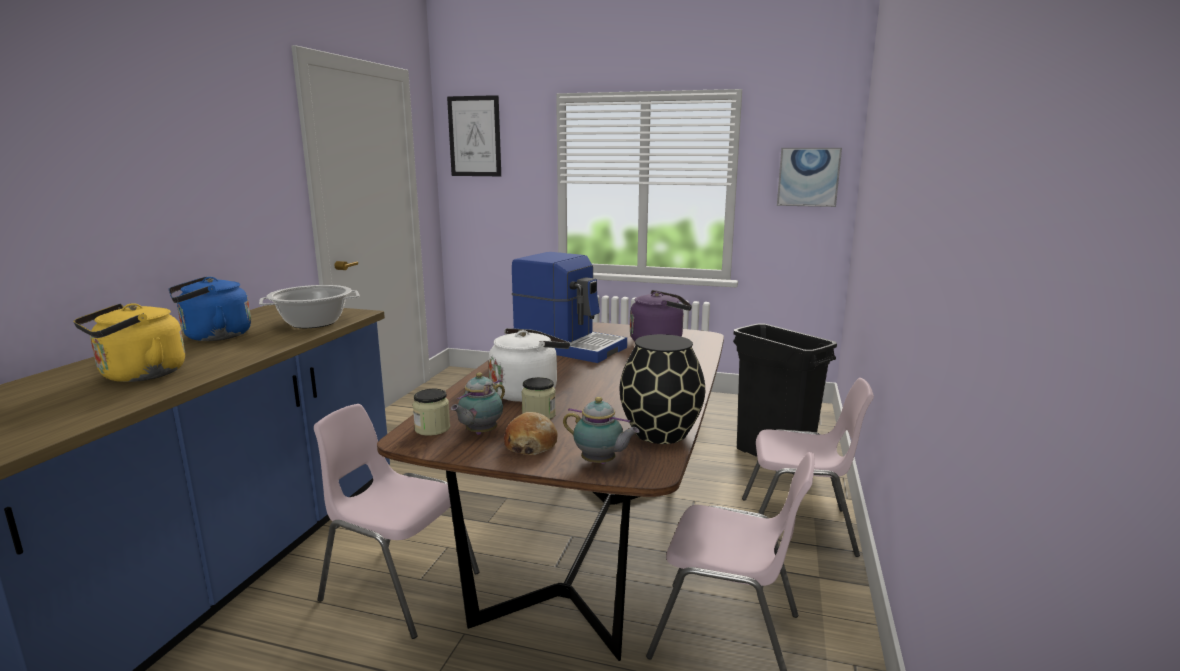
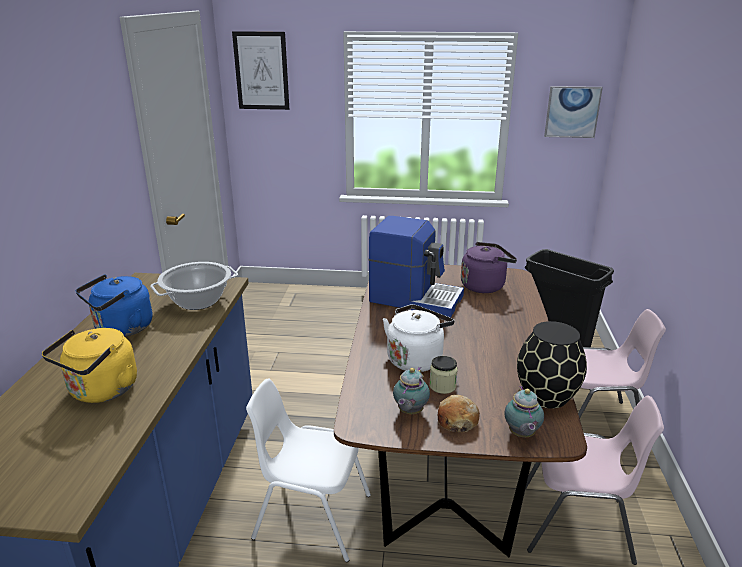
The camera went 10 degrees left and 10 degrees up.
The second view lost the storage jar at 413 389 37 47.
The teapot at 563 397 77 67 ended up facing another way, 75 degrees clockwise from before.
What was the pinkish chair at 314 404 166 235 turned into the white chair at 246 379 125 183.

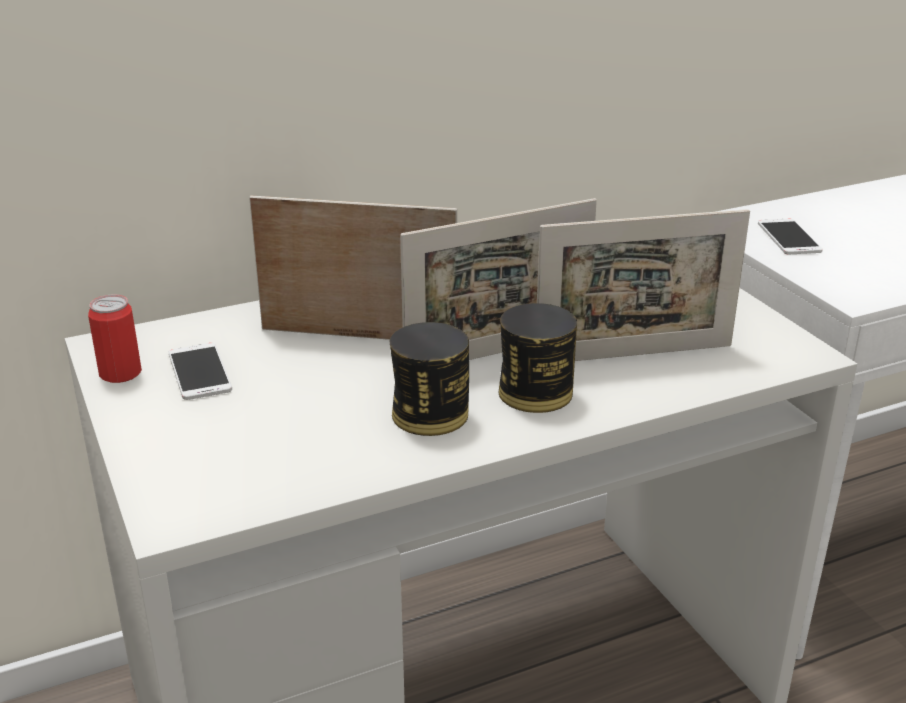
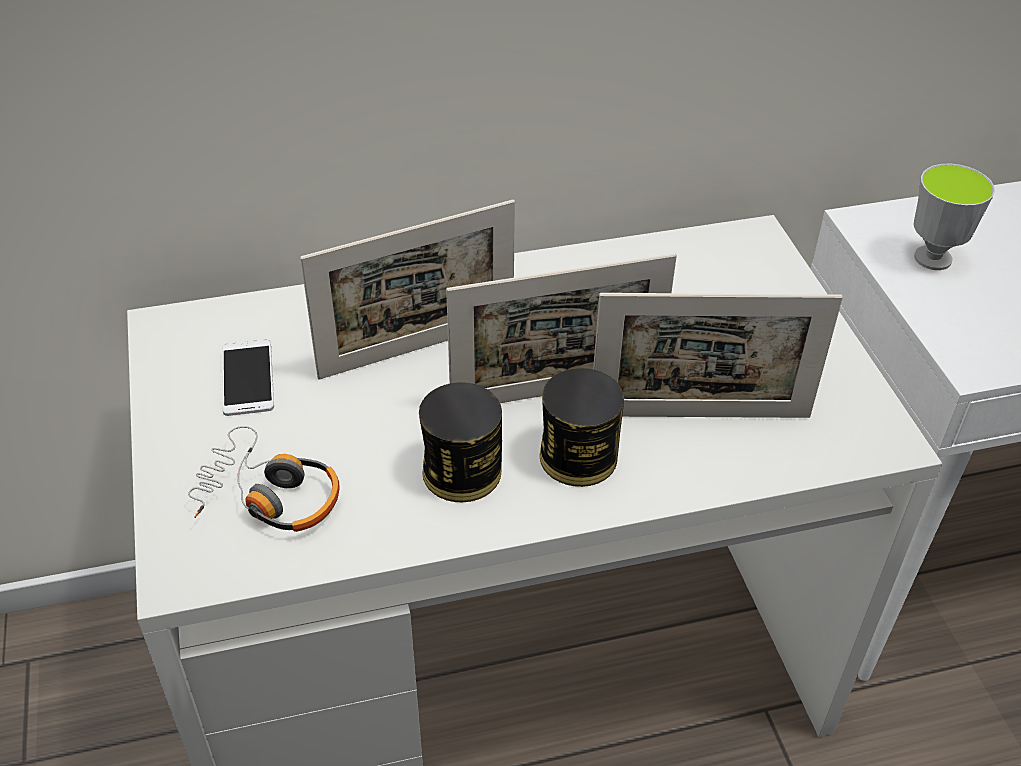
The camera went 10 degrees right and 15 degrees up.
The photo frame at 249 196 208 144 ended up facing another way, 135 degrees clockwise from before.
Where the handset stood at 758 219 65 35, the small cup came to stand at 914 164 81 106.
The second view lost the metal can at 88 295 54 88.
The second view gained the headset at 188 426 151 106.

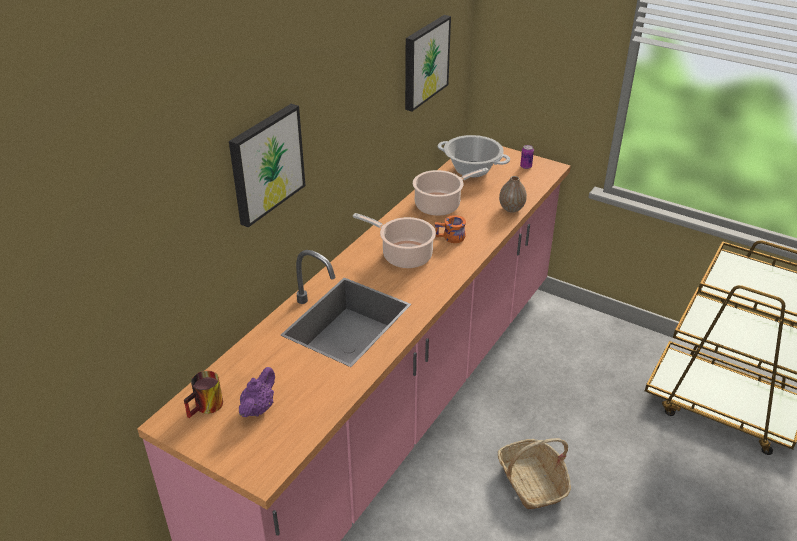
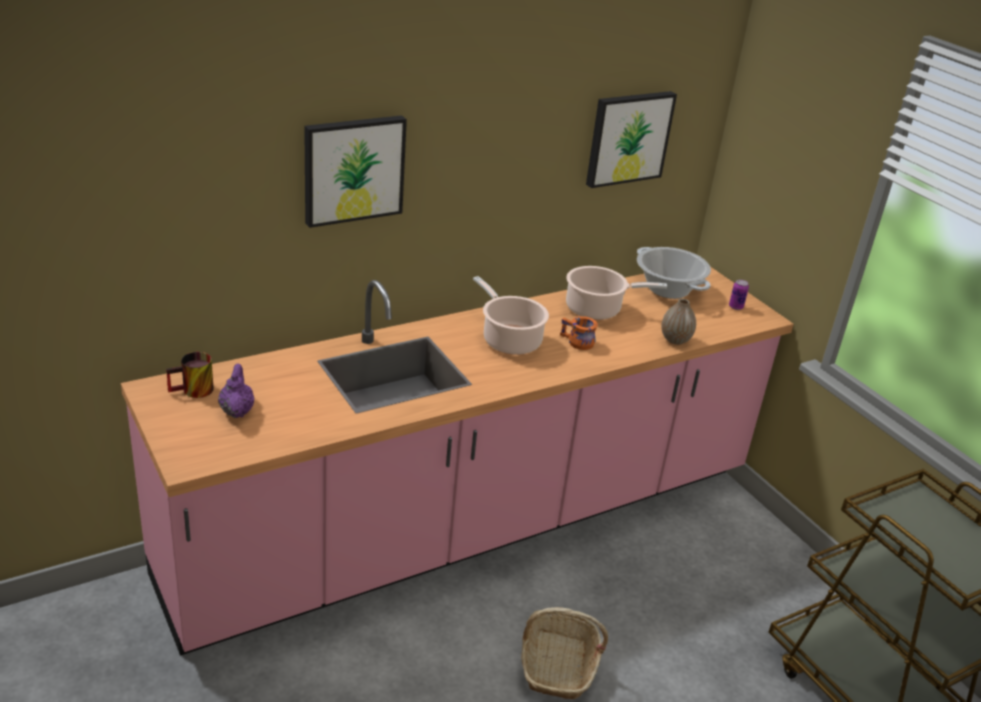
The camera went 25 degrees right and 5 degrees down.
The purple teapot at 239 367 36 50 ended up facing another way, 60 degrees counterclockwise from before.

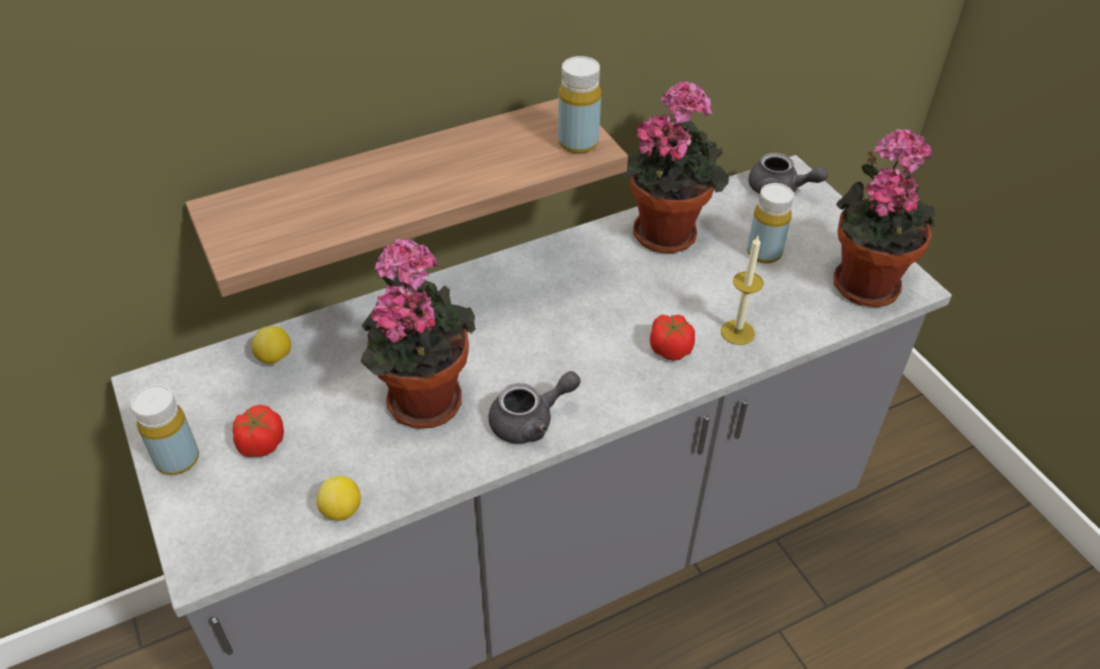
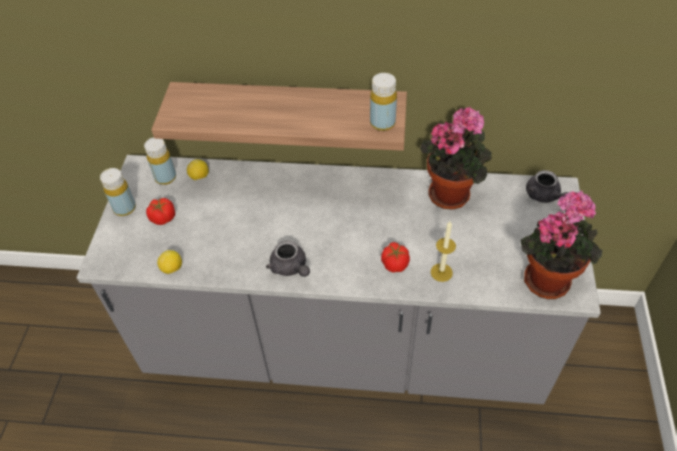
The camera went 35 degrees right and 5 degrees up.
The yellowish beverage bottle ended up elsewhere, having gone from 747 183 47 81 to 144 137 32 48.
The second view lost the plant in a pot at 360 238 115 191.
The grey teapot at 488 371 93 73 ended up facing another way, 45 degrees clockwise from before.

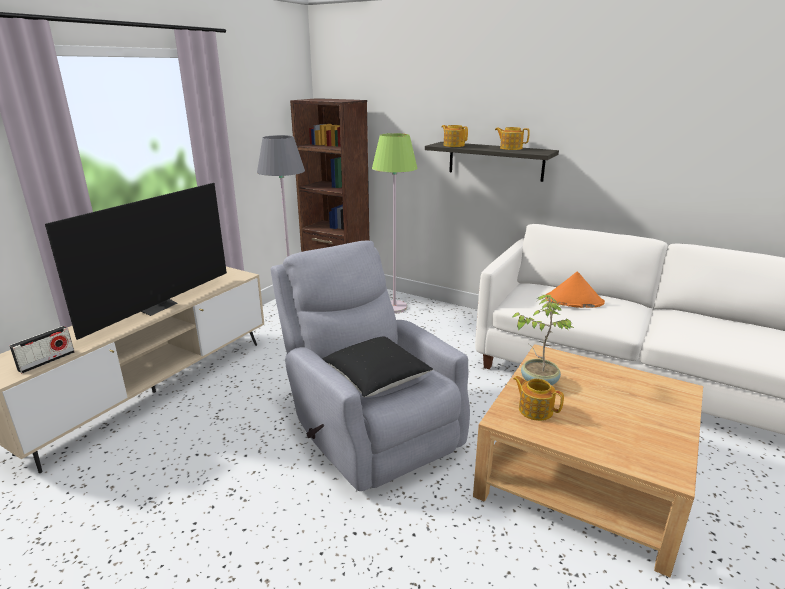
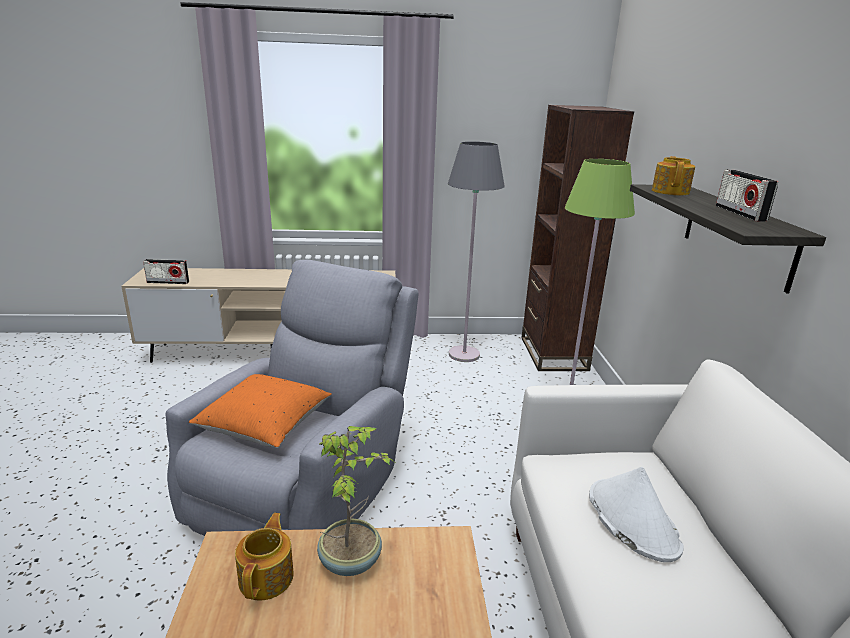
The camera went 55 degrees right and 0 degrees up.
Where the teapot stood at 495 127 35 23, the radio came to stand at 716 170 62 52.
The second view lost the TV at 45 183 182 157.
What was the orange hat at 546 272 59 36 turned into the white hat at 589 467 94 95.
What was the blackish cushion at 322 337 111 60 turned into the orange cushion at 189 374 143 74.

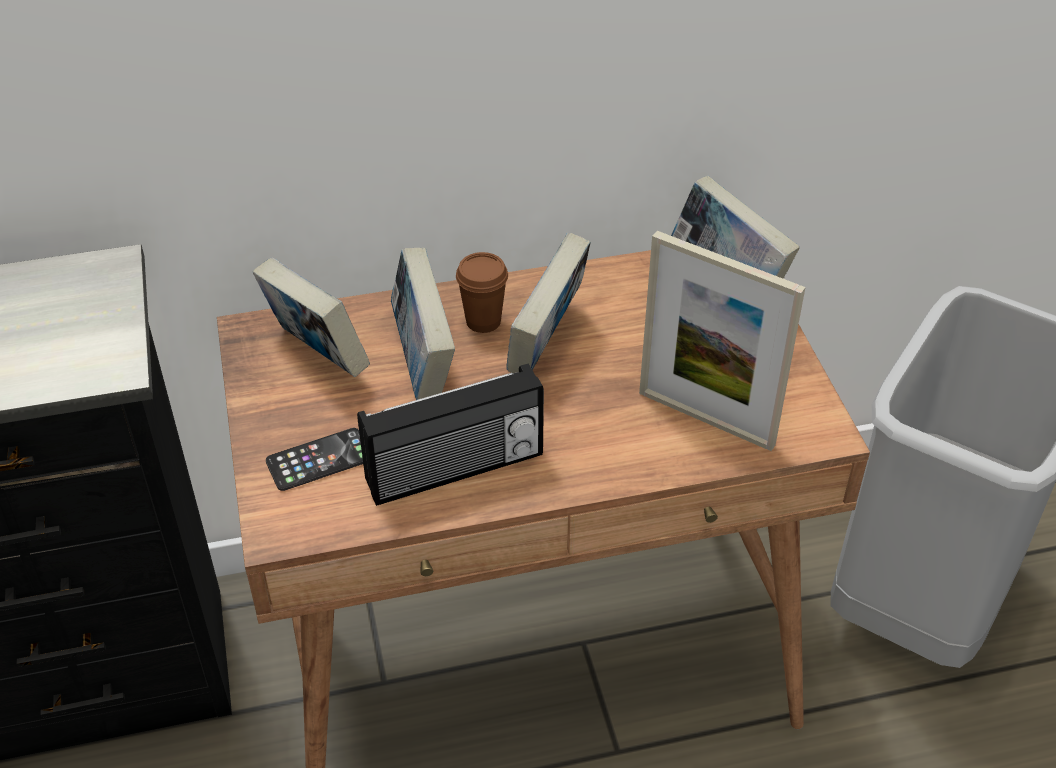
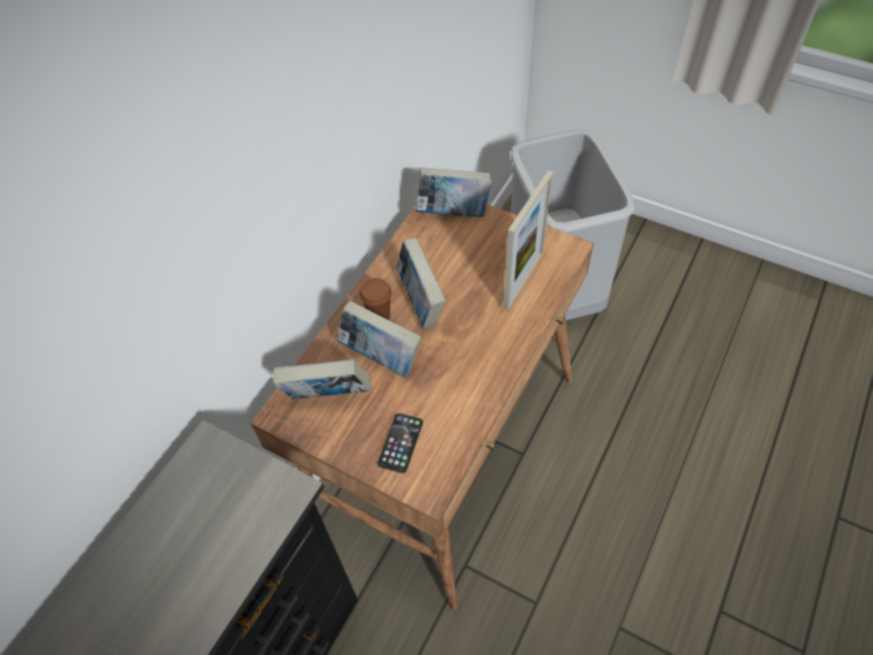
The camera went 45 degrees left and 10 degrees up.
The photo frame at 639 231 167 220 ended up facing another way, 45 degrees counterclockwise from before.
The second view lost the radio at 357 364 187 142.

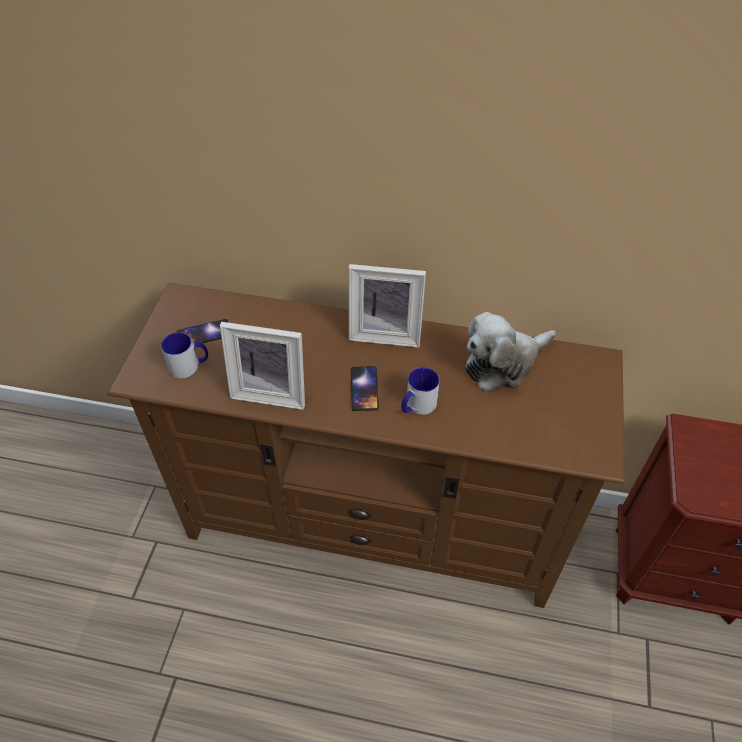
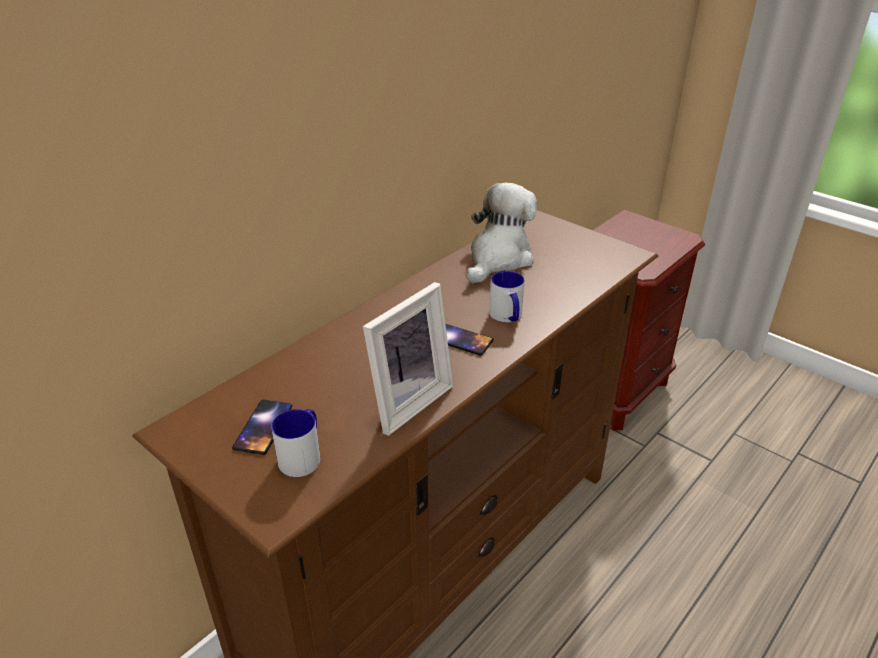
The camera went 60 degrees left and 15 degrees down.
The second view lost the photo frame at 349 264 77 84.
The plush toy at 465 312 91 80 ended up facing another way, 150 degrees counterclockwise from before.

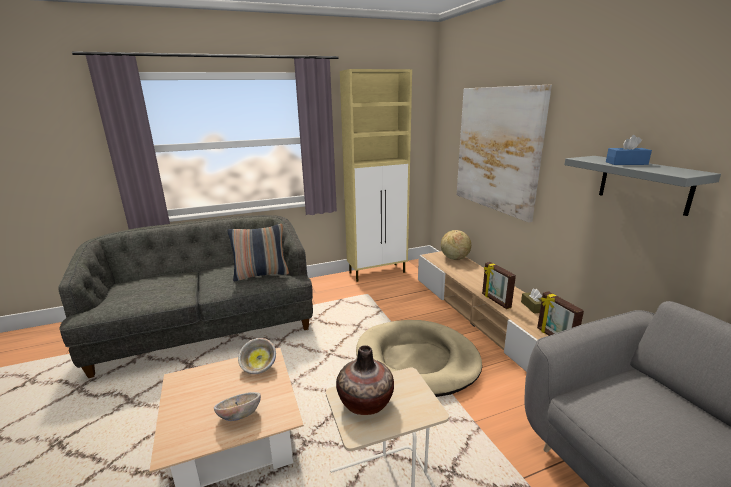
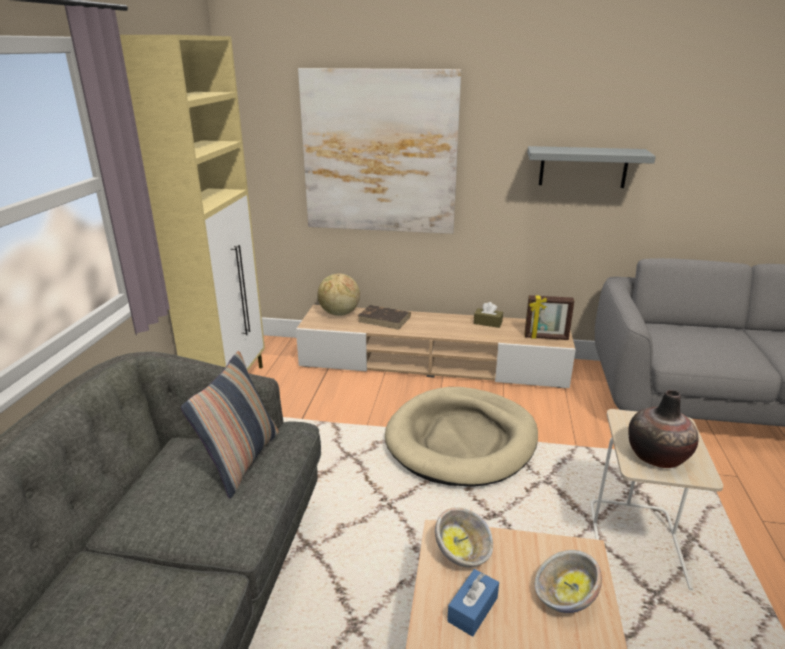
The camera went 60 degrees left and 5 degrees up.
The blue-coloured box of tissues ended up elsewhere, having gone from 606 135 46 30 to 447 569 52 68.
The second view lost the photo frame at 482 262 34 47.
The second view gained the brownish book at 358 305 53 25.

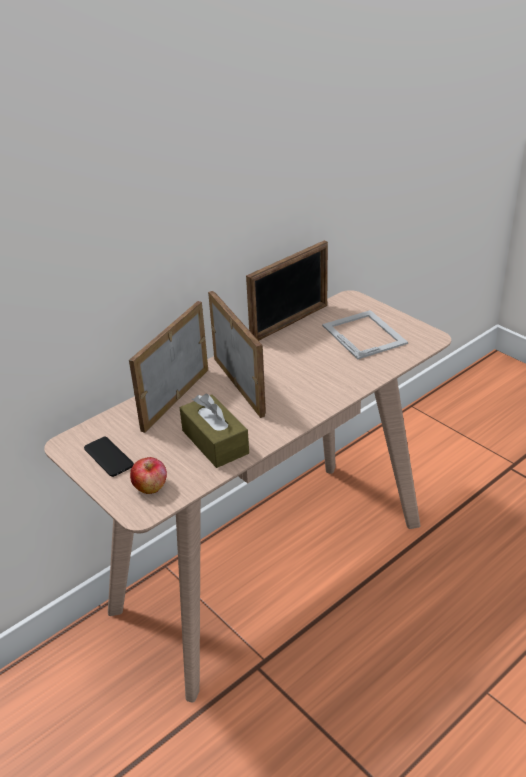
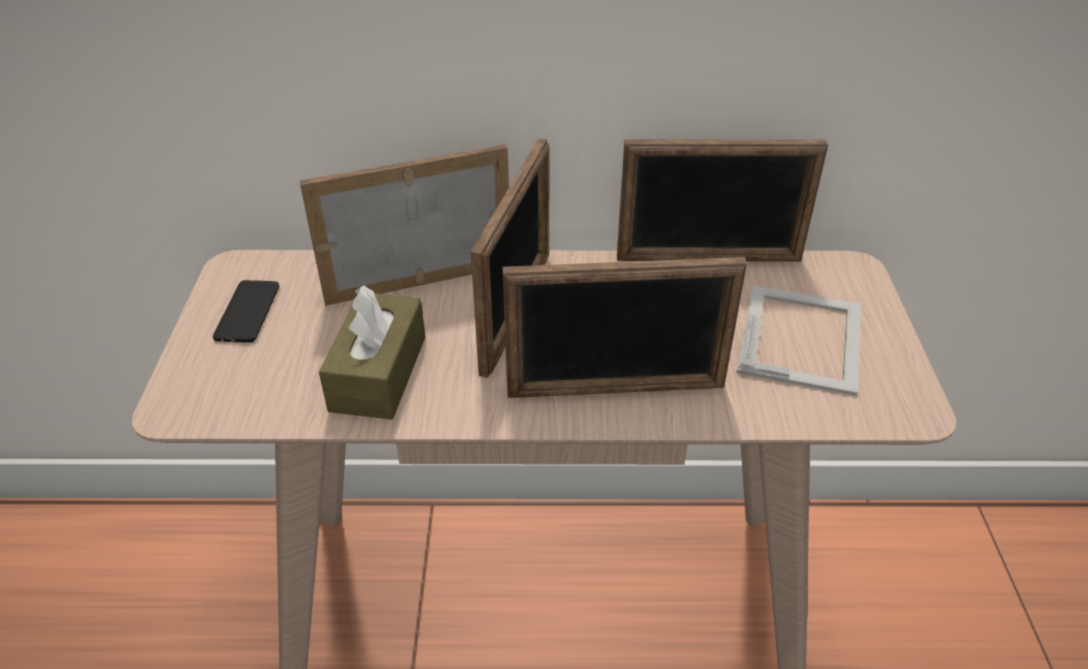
The camera went 40 degrees right and 5 degrees up.
The second view lost the whole apple at 130 457 37 37.
The second view gained the photo frame at 503 257 244 141.

